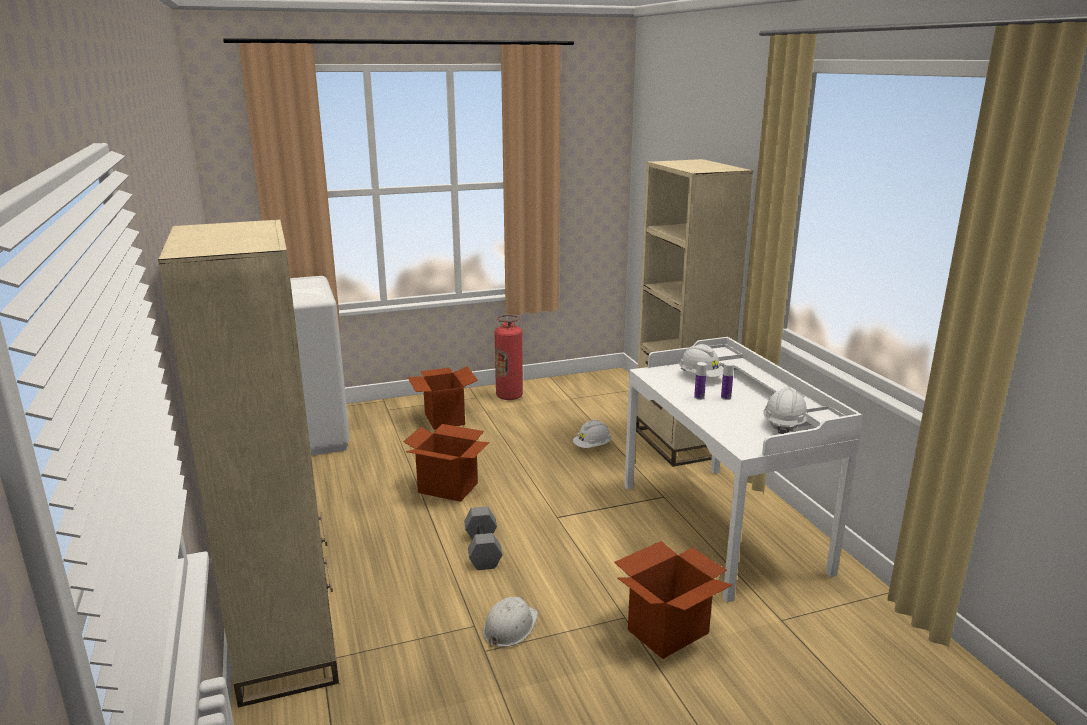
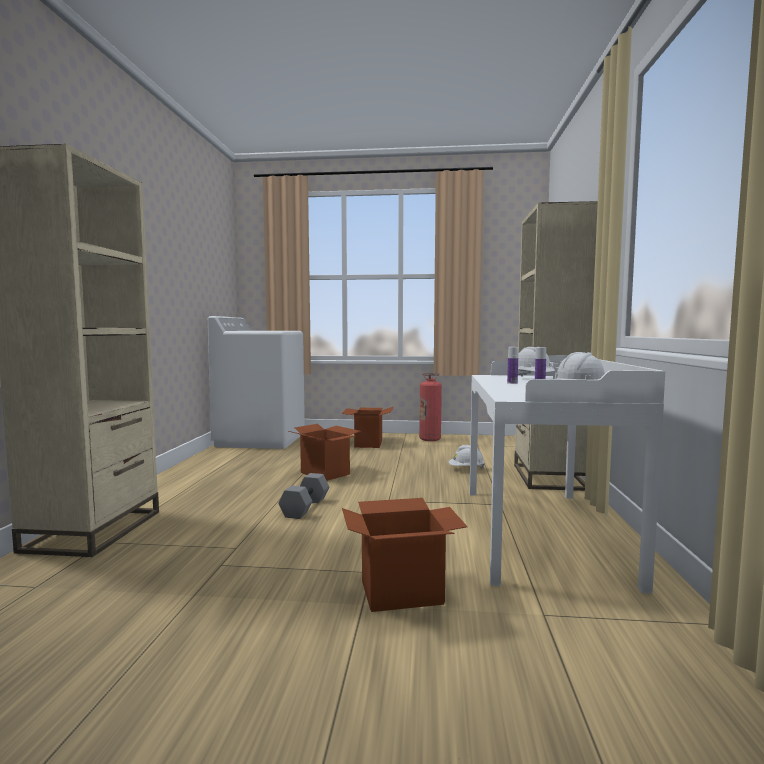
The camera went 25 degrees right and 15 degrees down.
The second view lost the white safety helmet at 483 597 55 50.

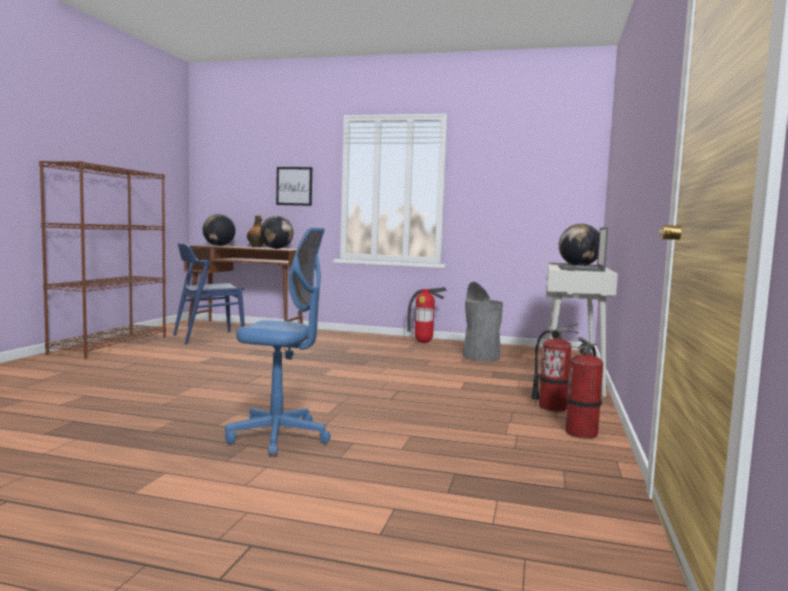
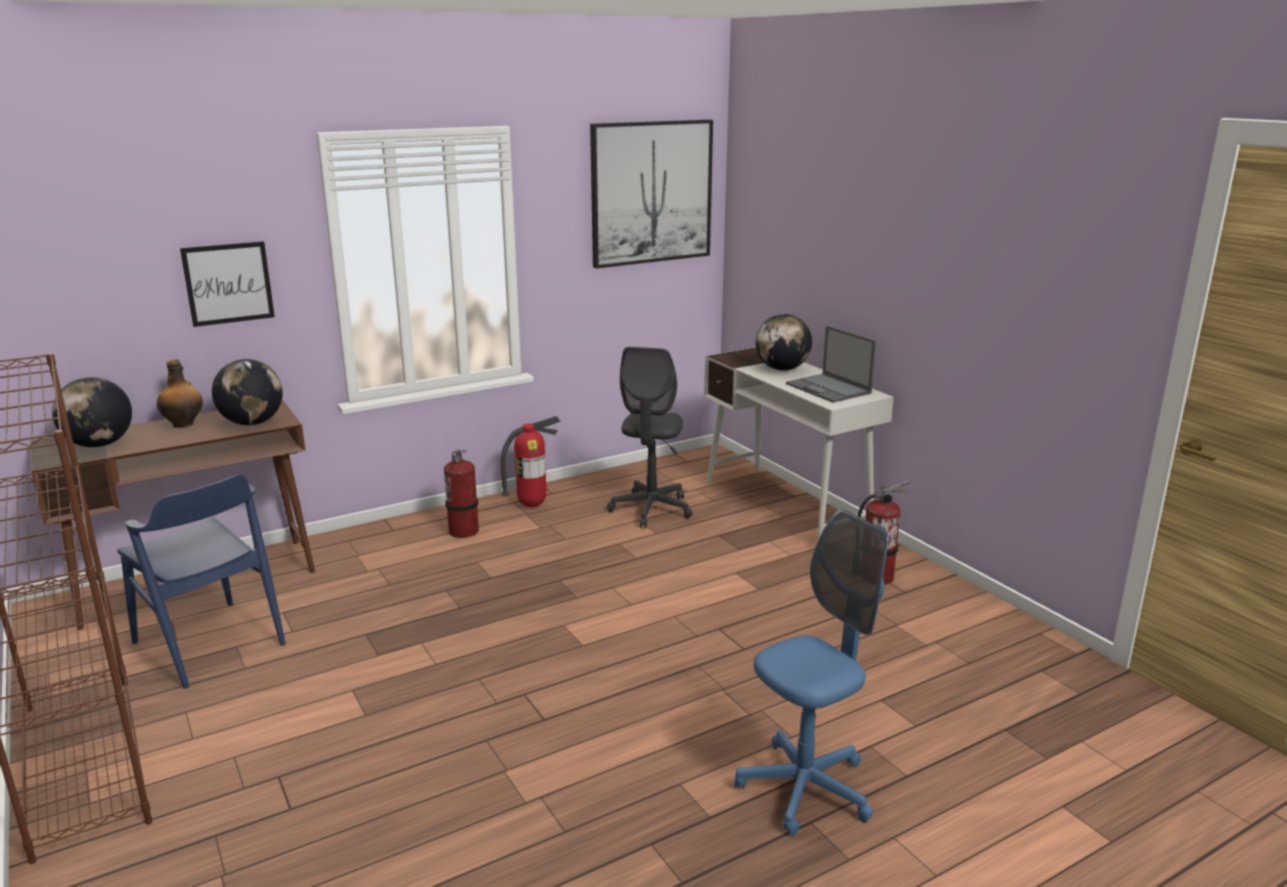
The camera went 45 degrees left and 15 degrees up.
The blue-coloured chair at 173 243 72 102 ended up facing another way, 60 degrees counterclockwise from before.
Where the grey trash can stood at 463 282 40 79, the grey office chair came to stand at 607 347 86 181.
The fire extinguisher ended up elsewhere, having gone from 565 337 38 102 to 444 450 35 88.
The second view gained the wall picture at 590 120 123 149.

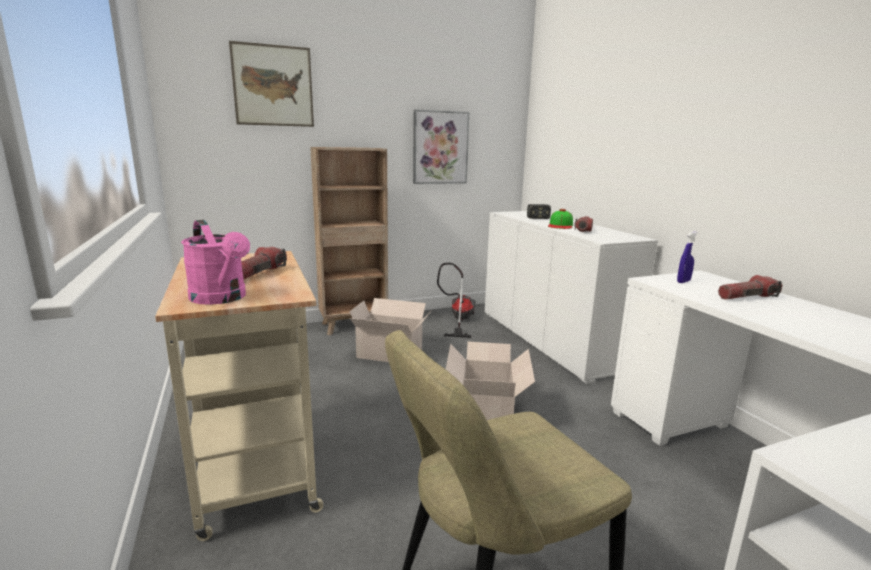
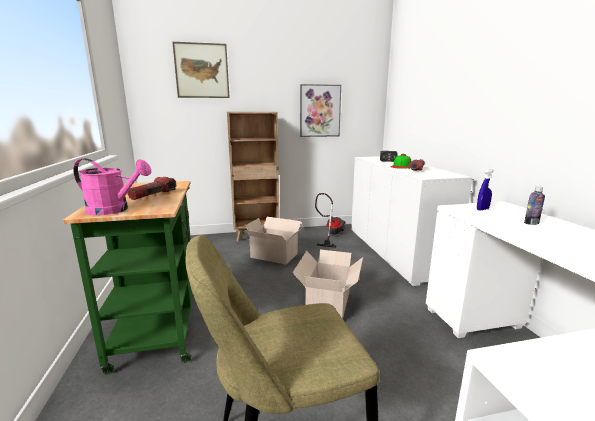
The camera went 10 degrees right and 0 degrees up.
The pinkish sprinkling can at 181 220 69 85 ended up facing another way, 45 degrees counterclockwise from before.
What was the beige-coloured trolley at 155 251 168 290 turned into the green-coloured trolley at 63 181 131 194.
Where the flashlight stood at 718 275 64 25, the beverage bottle came to stand at 524 186 21 39.

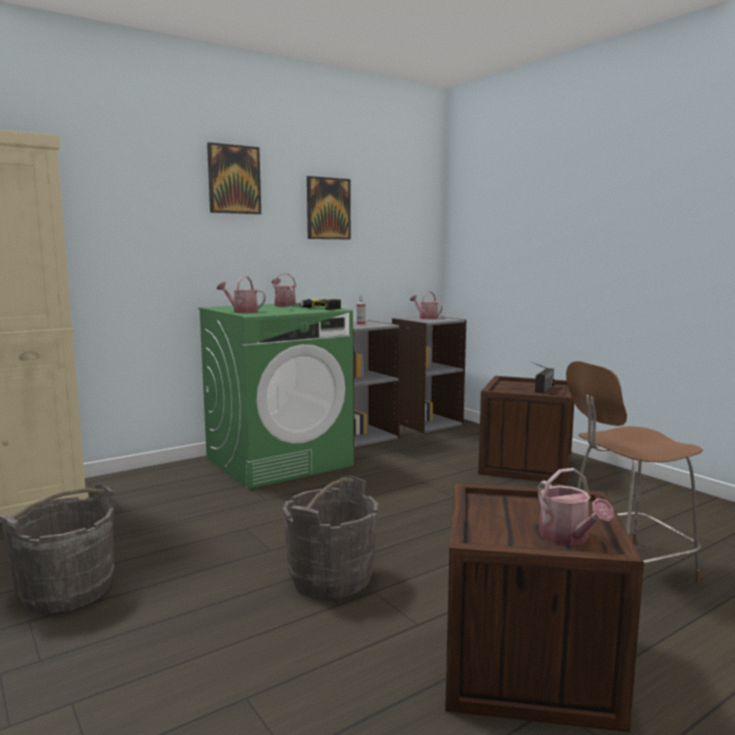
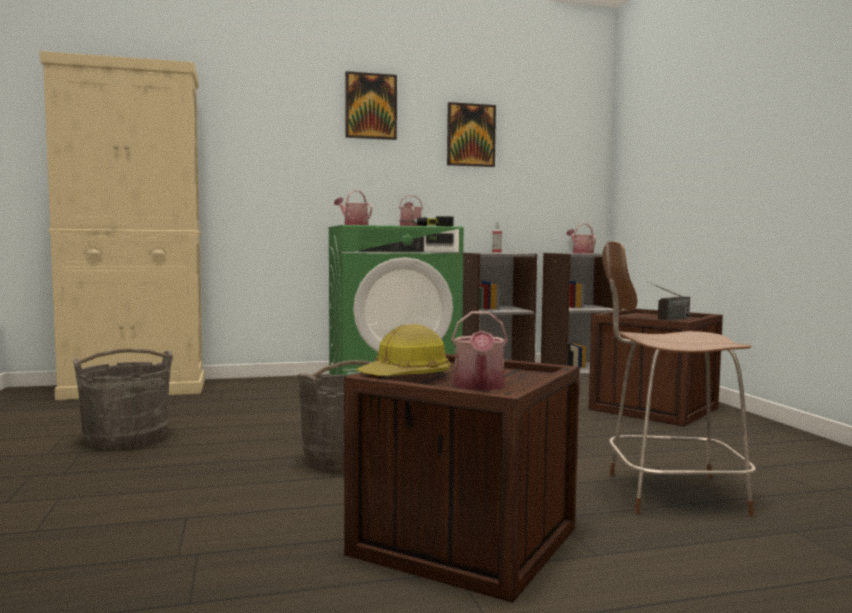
The camera went 20 degrees right and 5 degrees down.
The second view gained the safety helmet at 357 324 93 52.

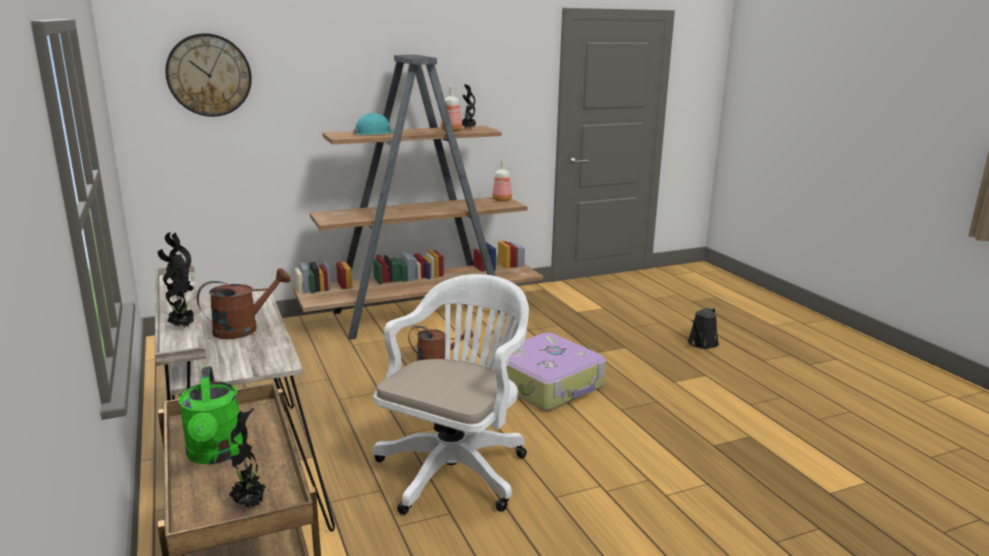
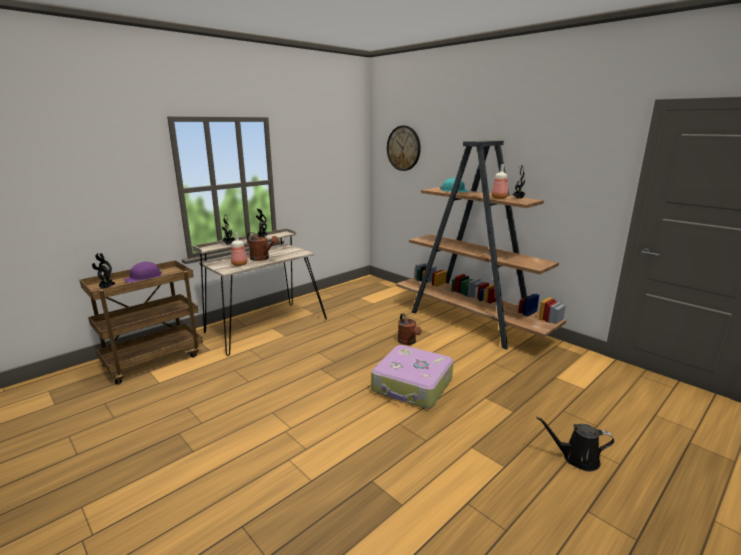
The camera went 70 degrees right and 0 degrees up.
The beverage bottle ended up elsewhere, having gone from 492 160 20 41 to 231 233 16 33.
The second view lost the white office chair at 372 274 157 241.
Where the green-coloured sprinkling can stood at 178 366 65 99, the purple safety helmet came to stand at 124 261 38 22.

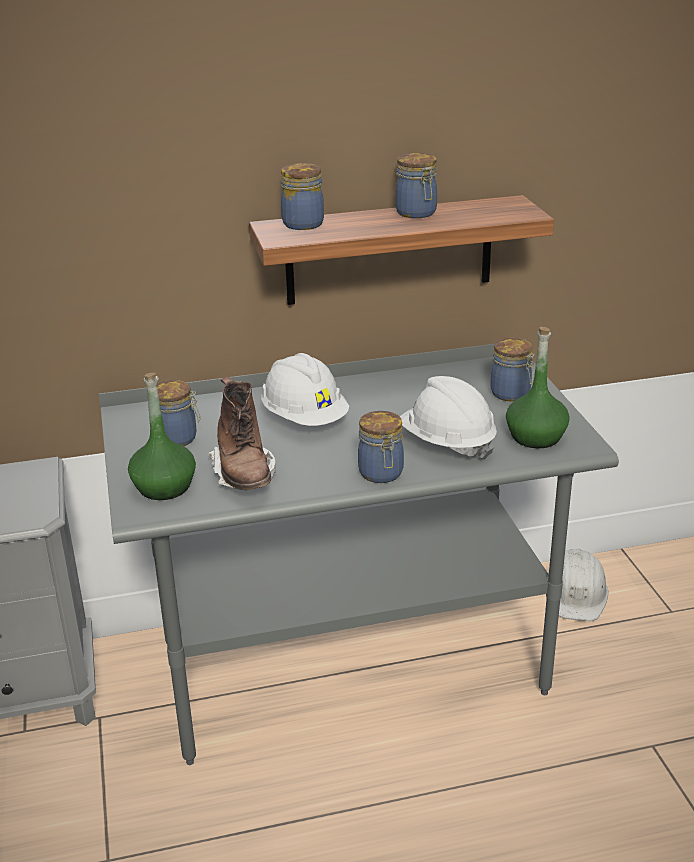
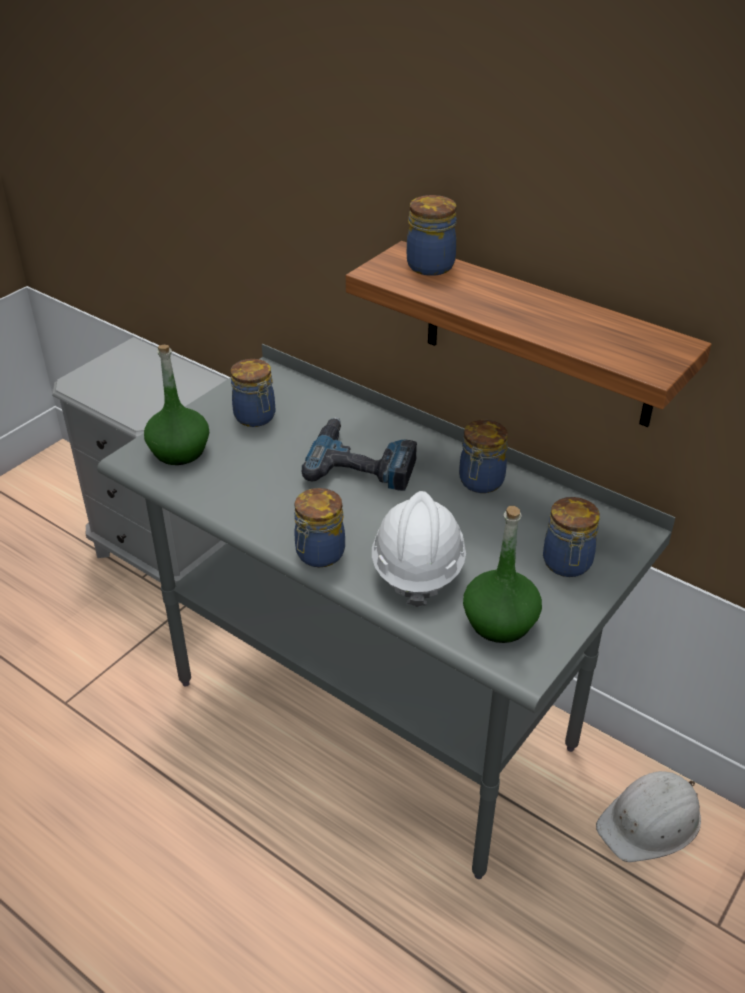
The camera went 50 degrees right and 10 degrees up.
The storage jar ended up elsewhere, having gone from 396 153 41 65 to 459 420 49 73.
Where the white safety helmet stood at 261 353 88 73, the power drill came to stand at 302 417 115 74.
The second view lost the brownish high-top boot at 208 376 68 114.

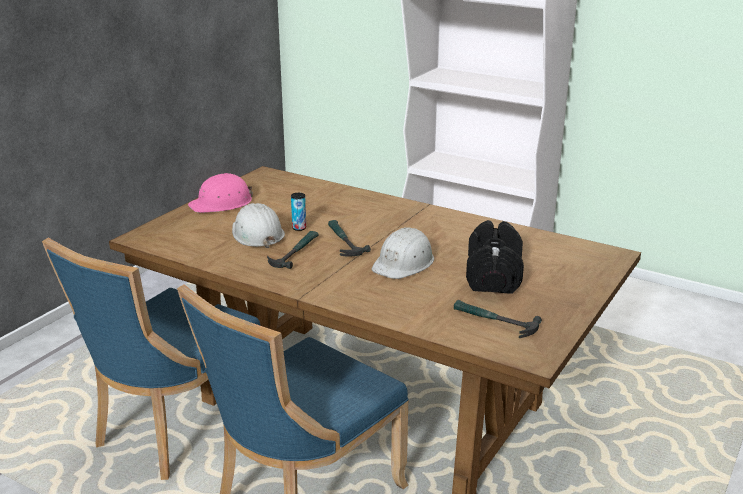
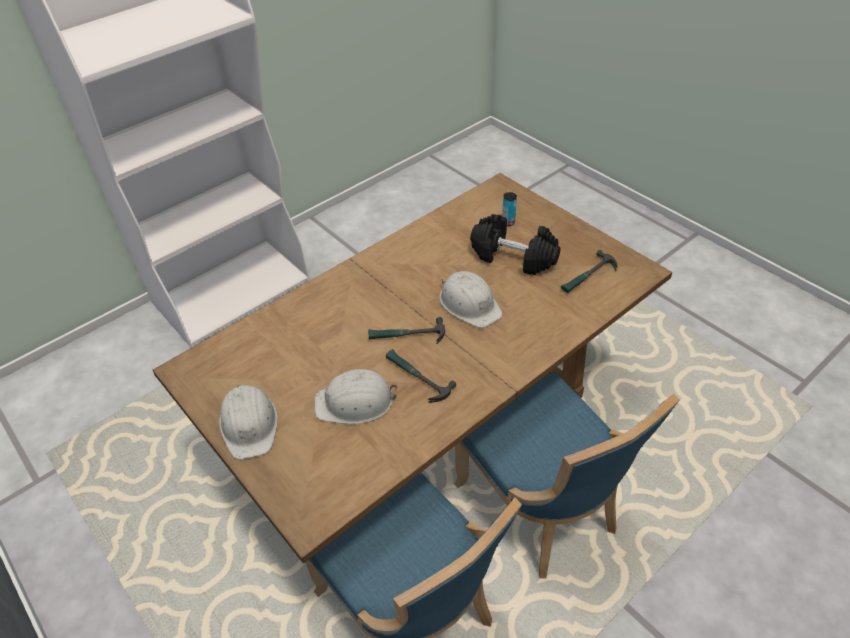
The camera went 70 degrees left and 20 degrees up.
What was the pinkish safety helmet at 188 173 65 40 turned into the white safety helmet at 219 385 59 75.
The metal can ended up elsewhere, having gone from 291 193 15 38 to 502 192 15 34.

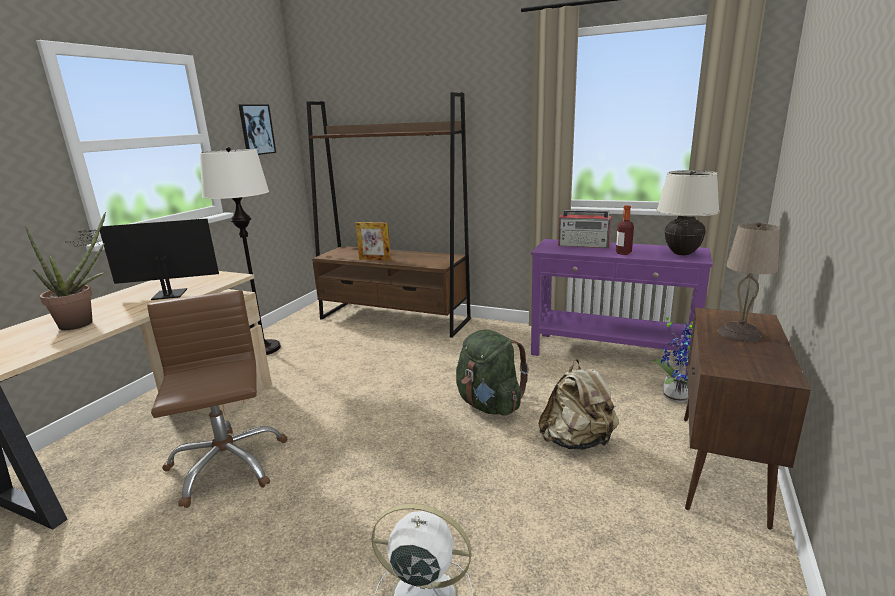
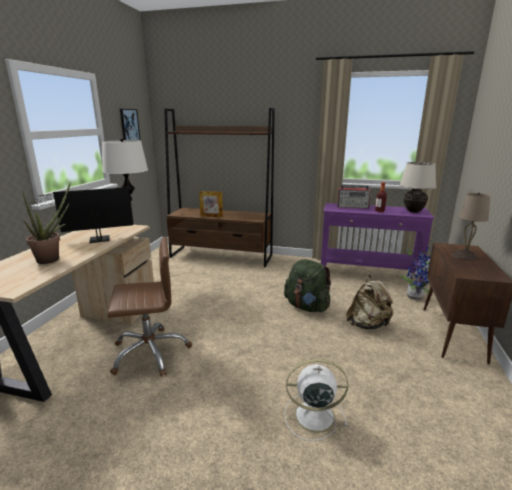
The camera went 10 degrees left and 0 degrees up.
The brownish office chair at 147 291 140 217 ended up facing another way, 105 degrees clockwise from before.

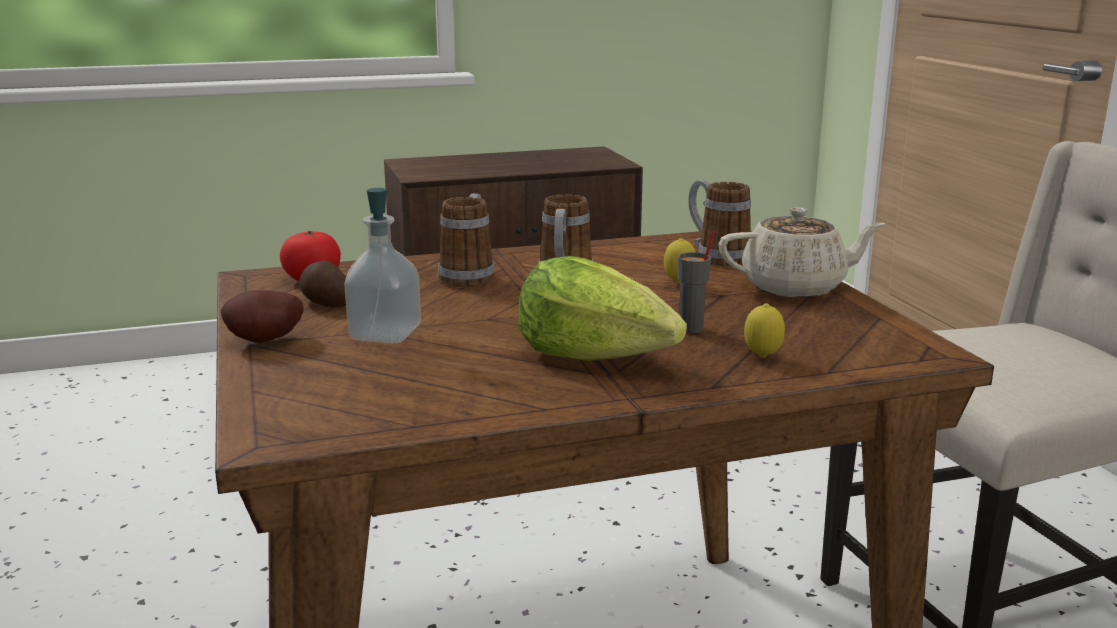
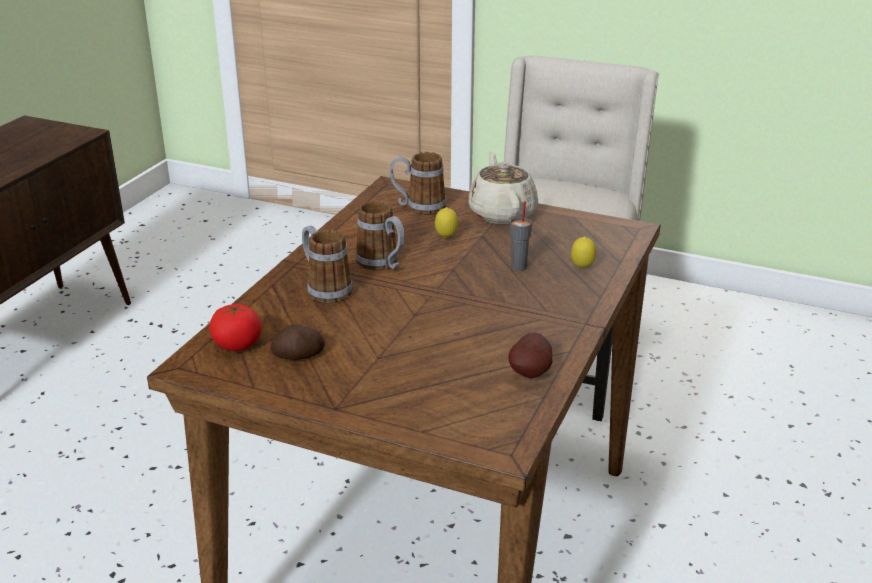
The camera went 50 degrees left and 10 degrees up.
The second view lost the soap bottle at 344 188 77 155.
The beige-coloured teapot at 718 207 167 91 ended up facing another way, 45 degrees counterclockwise from before.
The second view lost the lettuce at 519 256 168 105.
The potato ended up elsewhere, having gone from 221 290 83 53 to 509 332 44 46.

